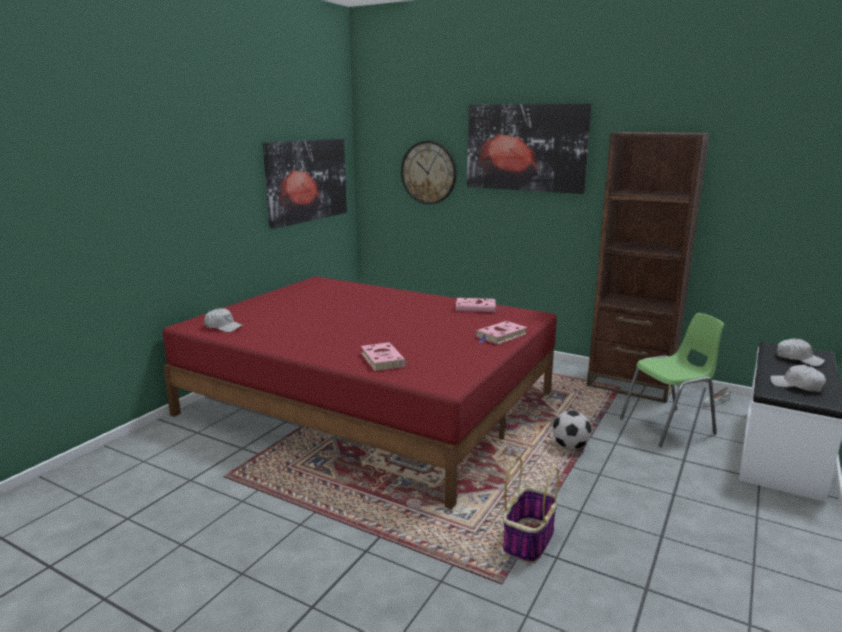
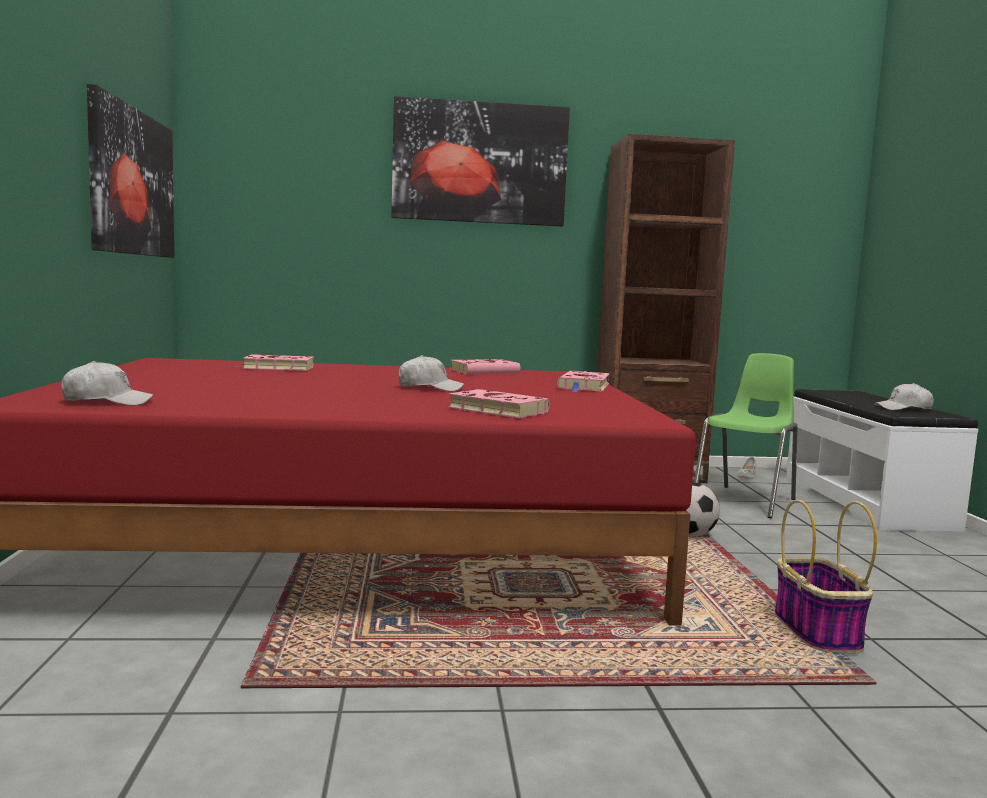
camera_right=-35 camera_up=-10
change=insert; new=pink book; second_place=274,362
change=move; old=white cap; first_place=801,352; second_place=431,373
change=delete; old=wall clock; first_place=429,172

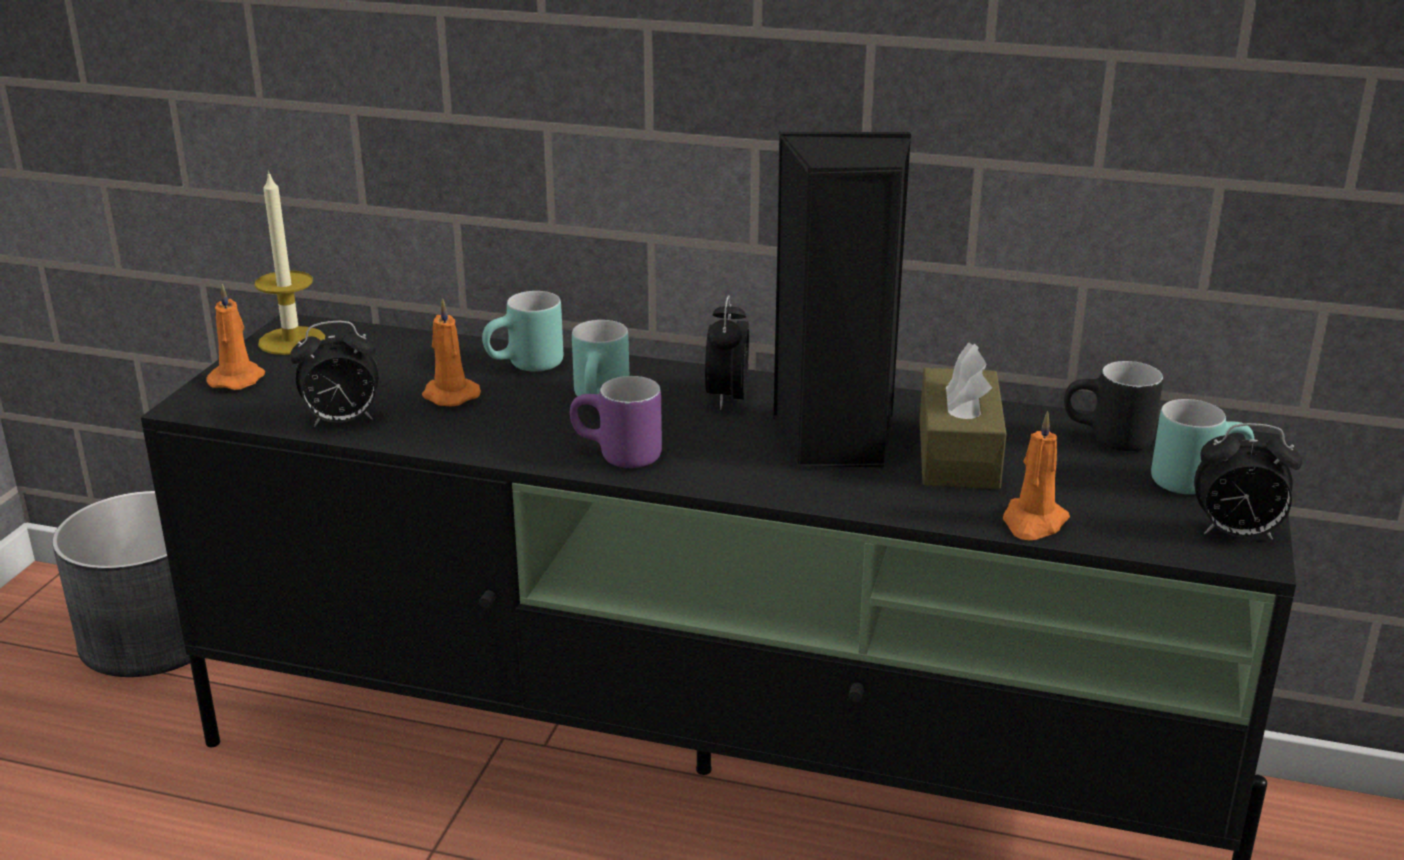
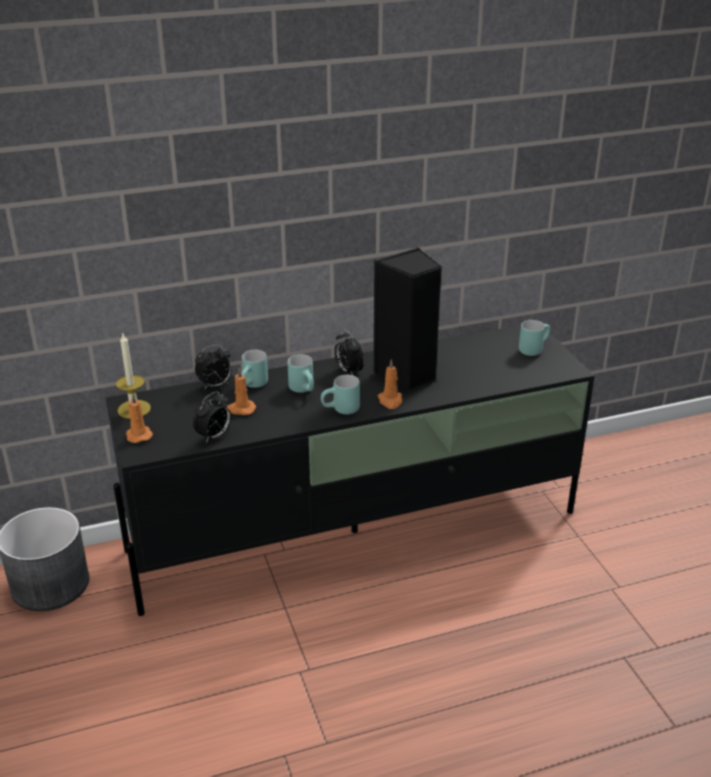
camera_right=-35 camera_up=5
change=move; old=alarm clock; first_place=1248,481; second_place=213,367
change=recolor; old=purple mug; new=turquoise mug; first_place=616,422; second_place=340,394
change=move; old=orange candle; first_place=1036,476; second_place=390,384
change=delete; old=brown tissue box; first_place=963,416
change=delete; old=black mug; first_place=1113,406

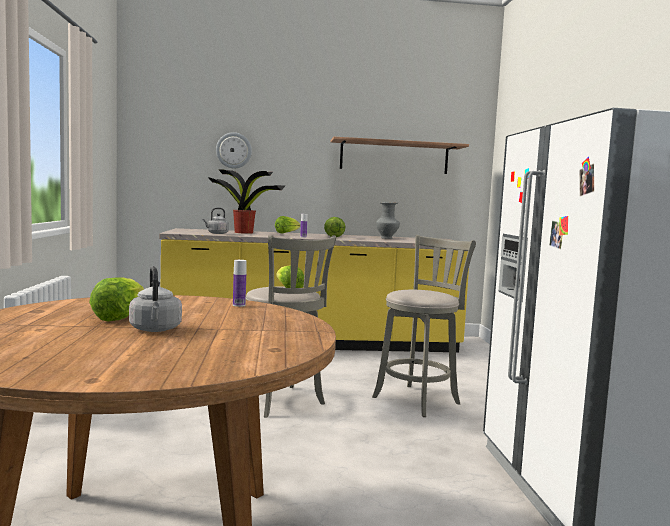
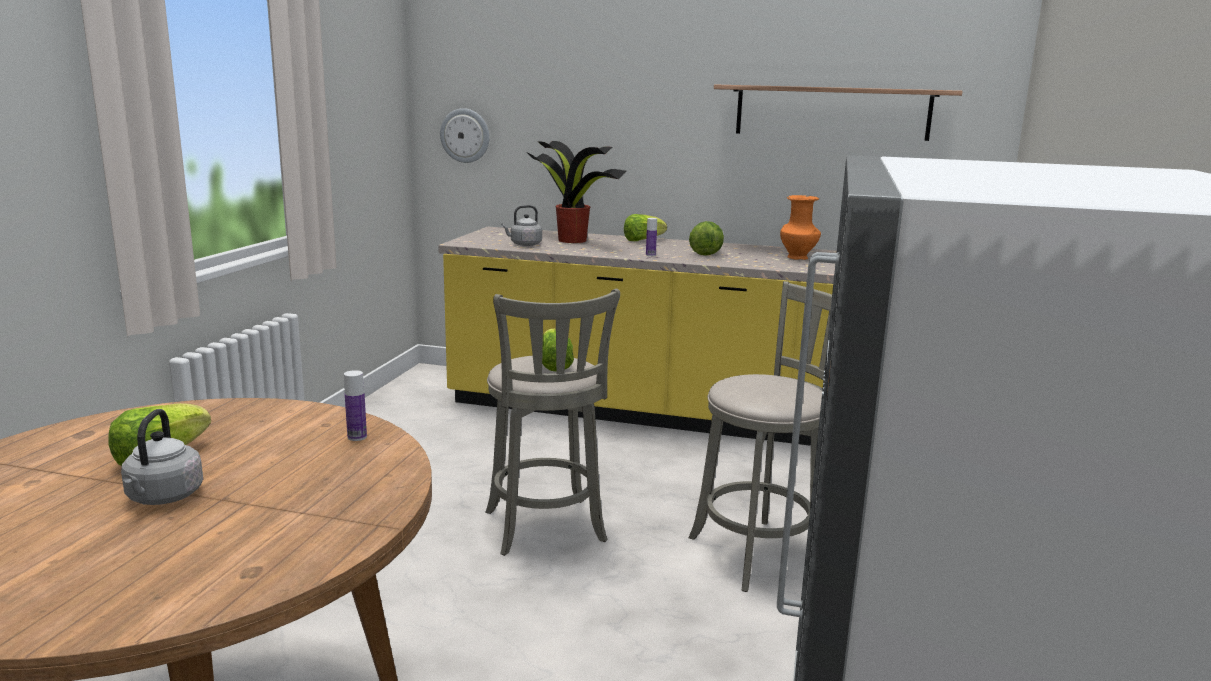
camera_right=20 camera_up=10
change=move; old=wall clock; first_place=234,150; second_place=464,135
change=recolor; old=grey vase; new=orange vase; first_place=388,220; second_place=800,227

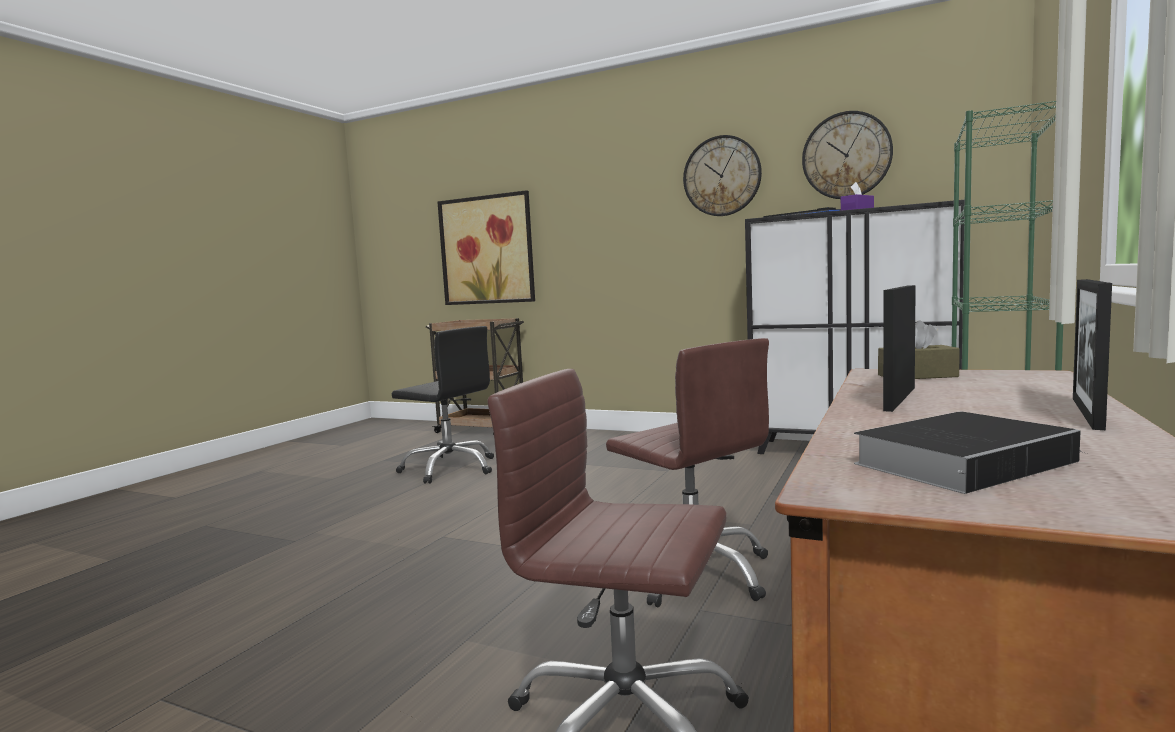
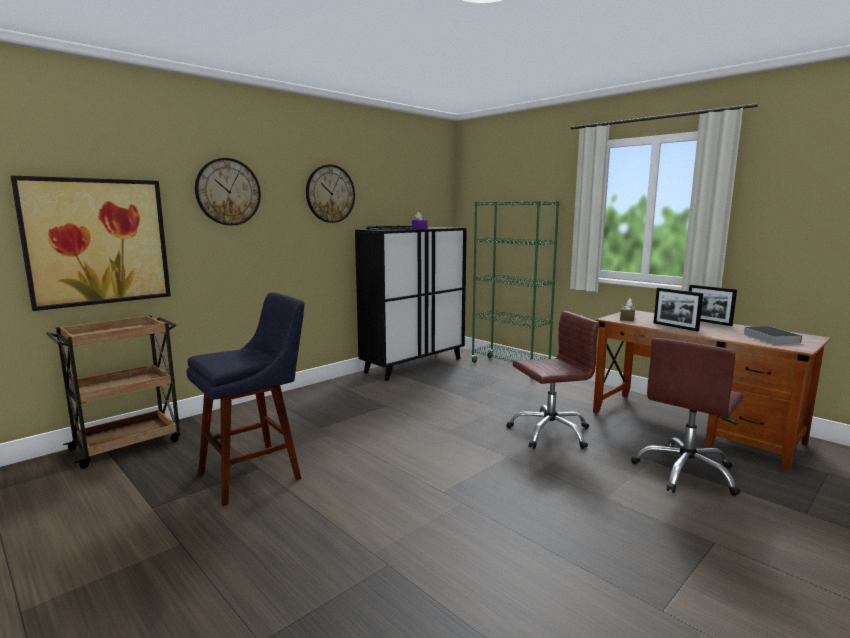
camera_right=-70 camera_up=5
change=replace; old=black office chair; new=blue stool; first_place=443,405; second_place=245,399
change=move; old=wall clock; first_place=847,155; second_place=228,192

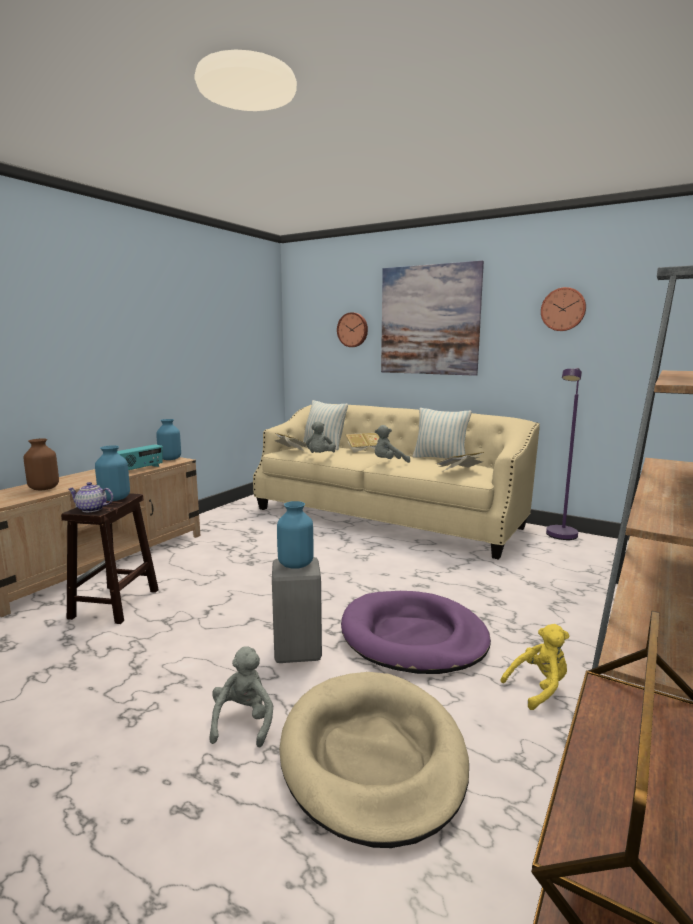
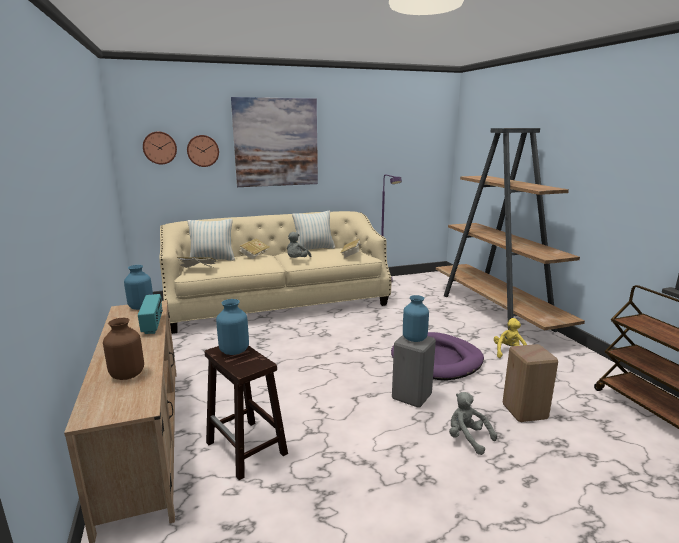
camera_right=-50 camera_up=5
change=move; old=wall clock; first_place=563,309; second_place=160,148
change=replace; old=beige dog bed; new=beige stool; first_place=374,760; second_place=530,383
change=delete; old=teapot; first_place=90,497
change=delete; old=grey plush toy; first_place=321,437

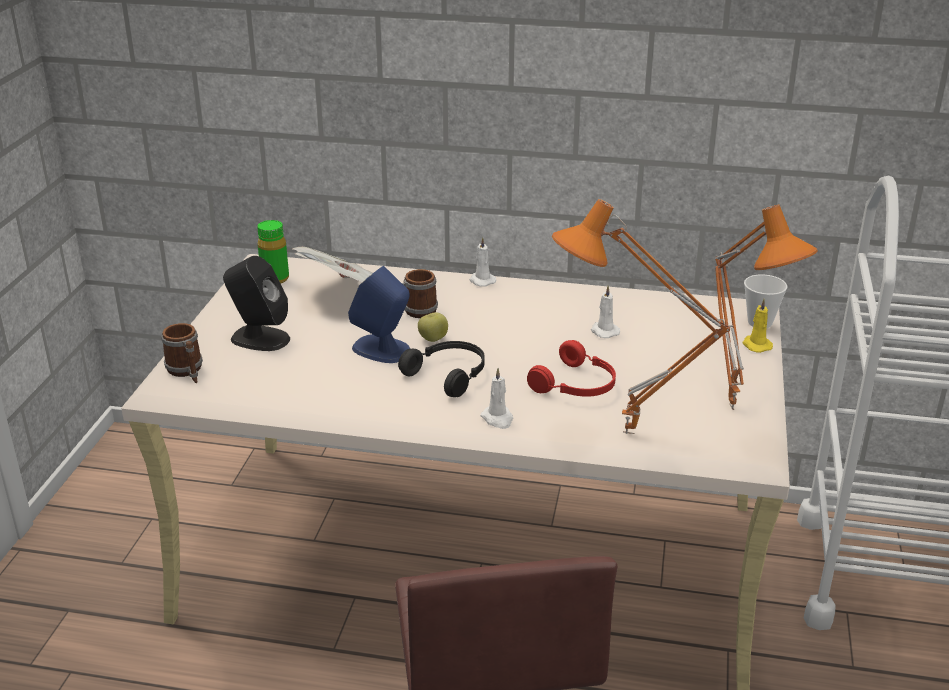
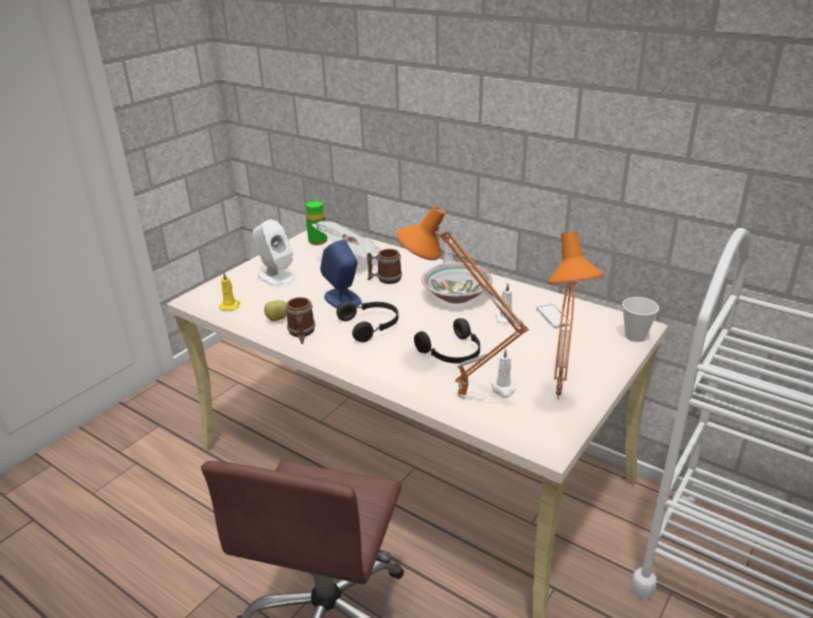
camera_right=25 camera_up=0
change=move; old=yellow candle; first_place=758,326; second_place=229,291
change=recolor; old=black speaker; new=white speaker; first_place=256,303; second_place=273,253
change=move; old=apple; first_place=433,327; second_place=275,311
change=move; old=mug; first_place=182,353; second_place=300,320
change=recolor; old=red headphones; new=black headphones; first_place=571,368; second_place=447,340
change=insert; new=bowl; second_place=456,282
change=move; old=white candle; first_place=497,398; second_place=503,373
change=insert; new=phone; second_place=553,316

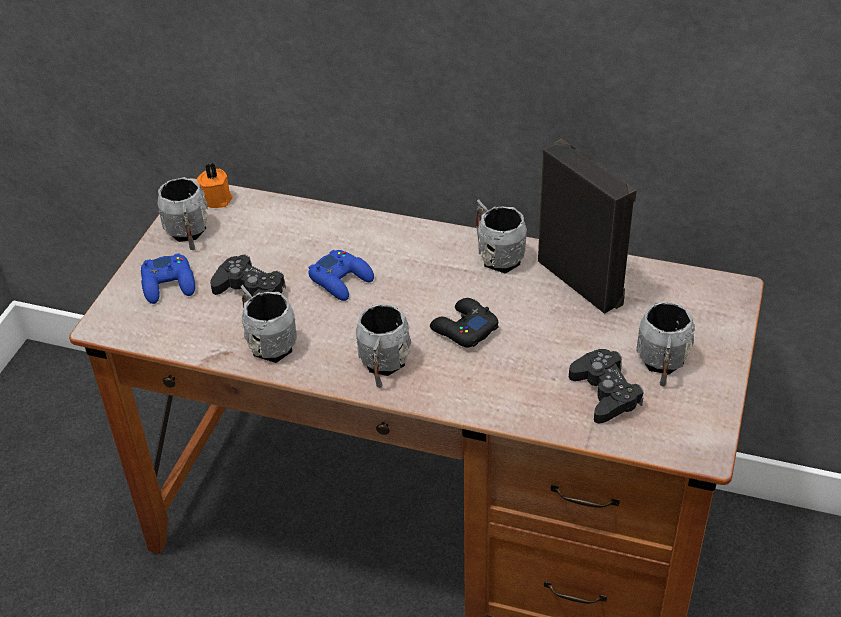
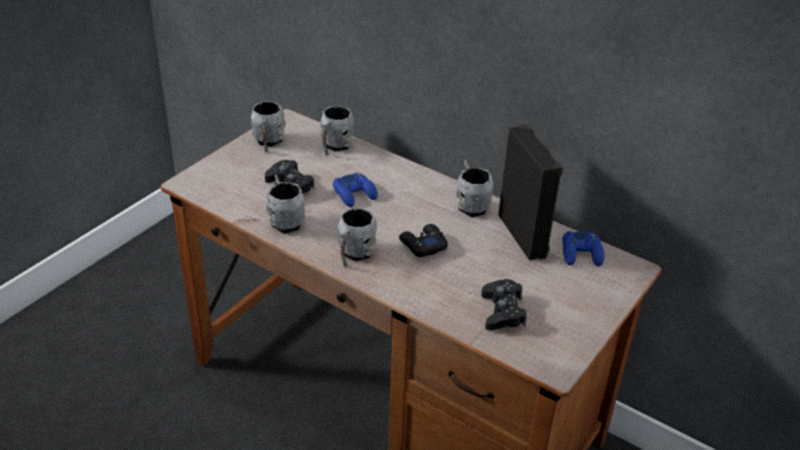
camera_right=15 camera_up=-5
change=move; old=grey mug; first_place=665,344; second_place=337,131
change=move; old=blue game controller; first_place=168,278; second_place=583,248
change=delete; old=orange candle; first_place=215,185

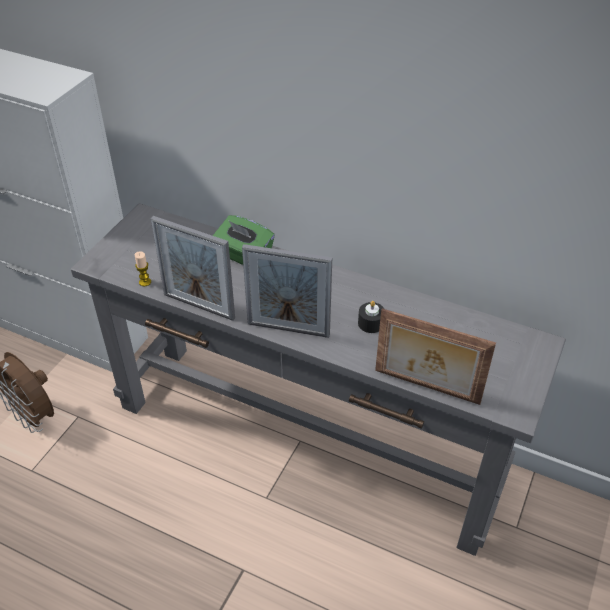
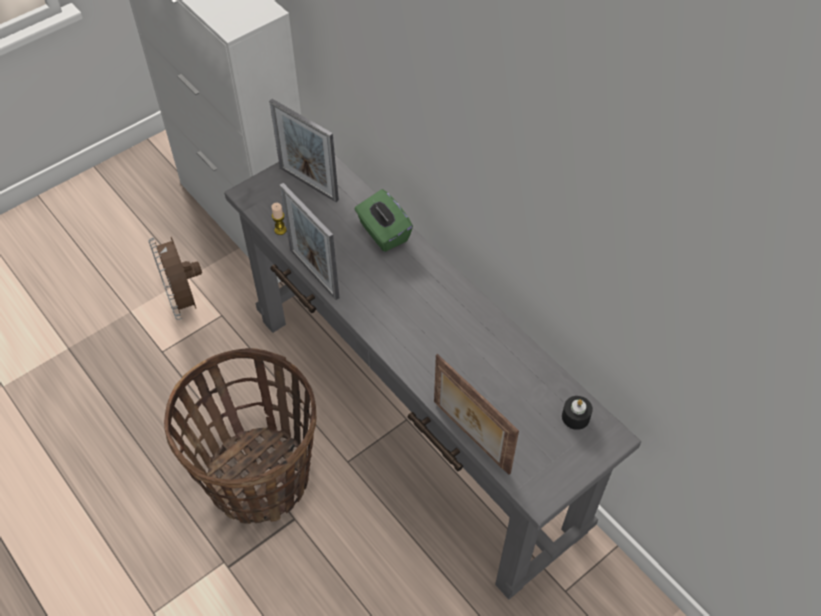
camera_right=25 camera_up=10
change=insert; new=basket; second_place=240,436
change=move; old=picture frame; first_place=287,291; second_place=304,150
change=move; old=black candle; first_place=371,317; second_place=577,413

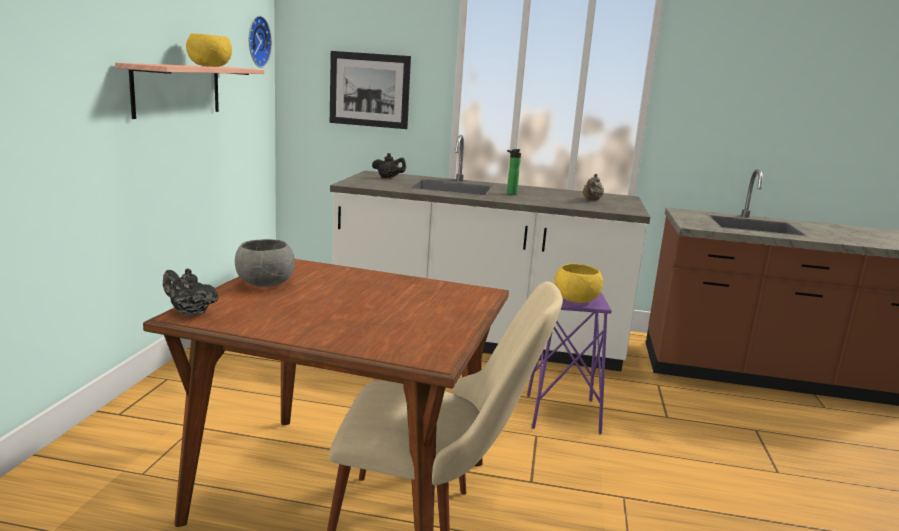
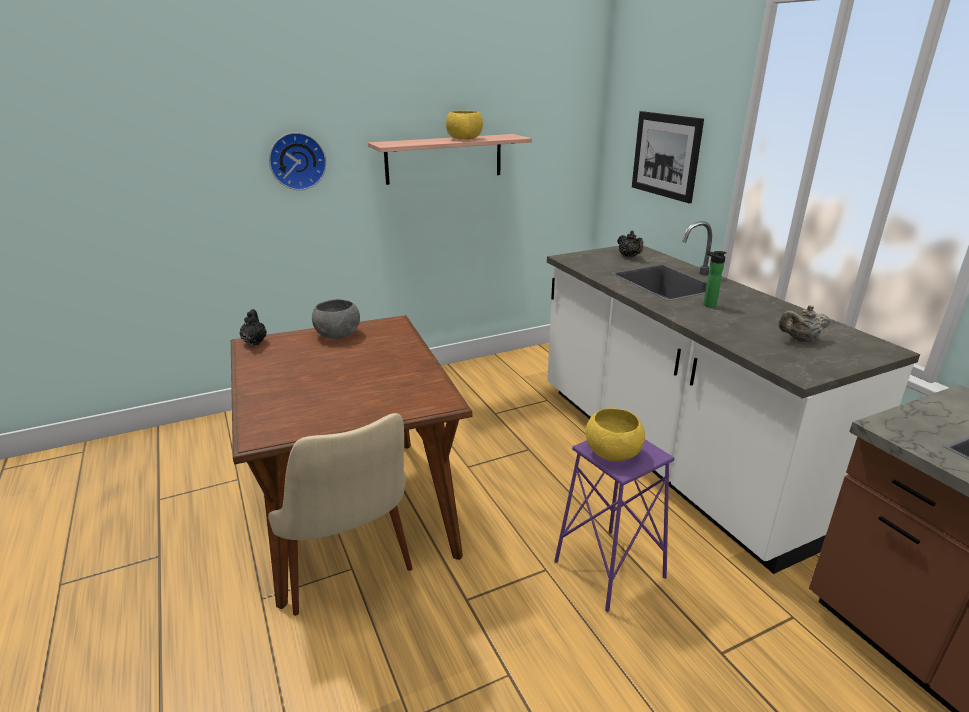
camera_right=55 camera_up=10
change=move; old=wall clock; first_place=260,42; second_place=297,161

